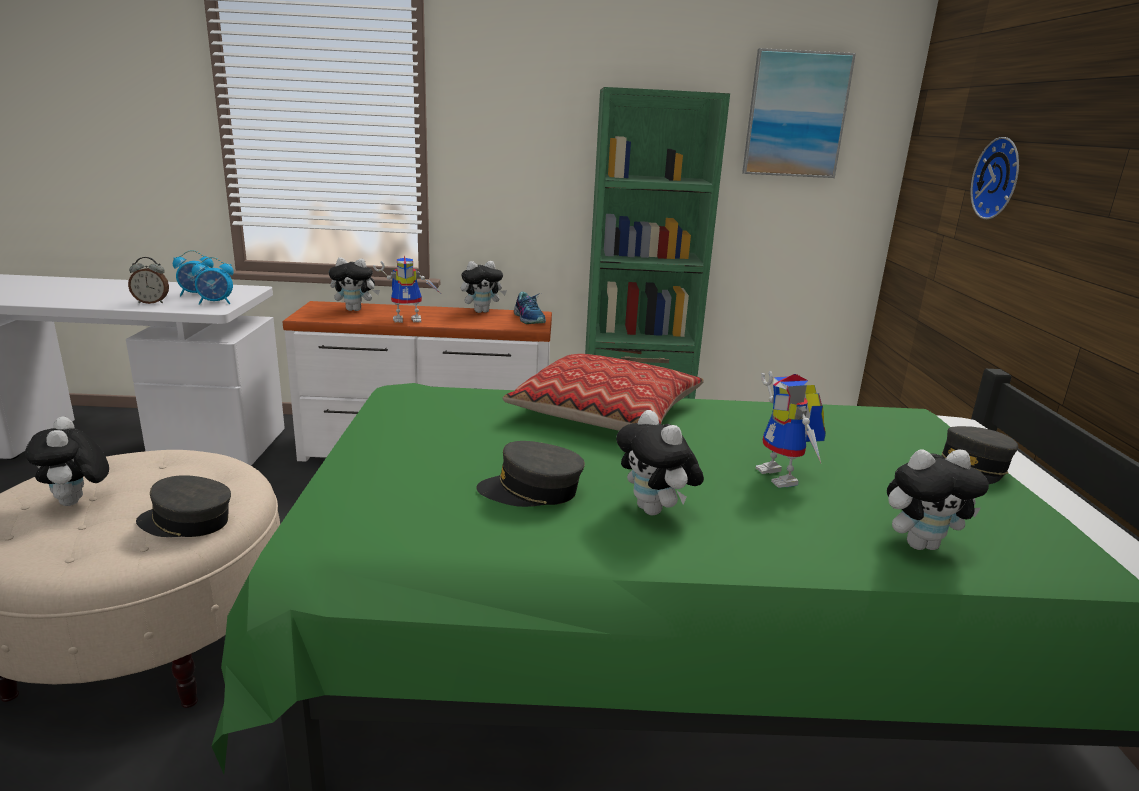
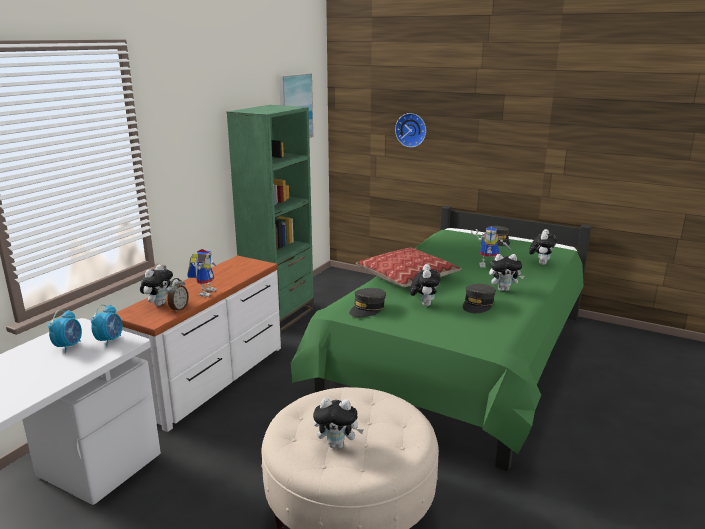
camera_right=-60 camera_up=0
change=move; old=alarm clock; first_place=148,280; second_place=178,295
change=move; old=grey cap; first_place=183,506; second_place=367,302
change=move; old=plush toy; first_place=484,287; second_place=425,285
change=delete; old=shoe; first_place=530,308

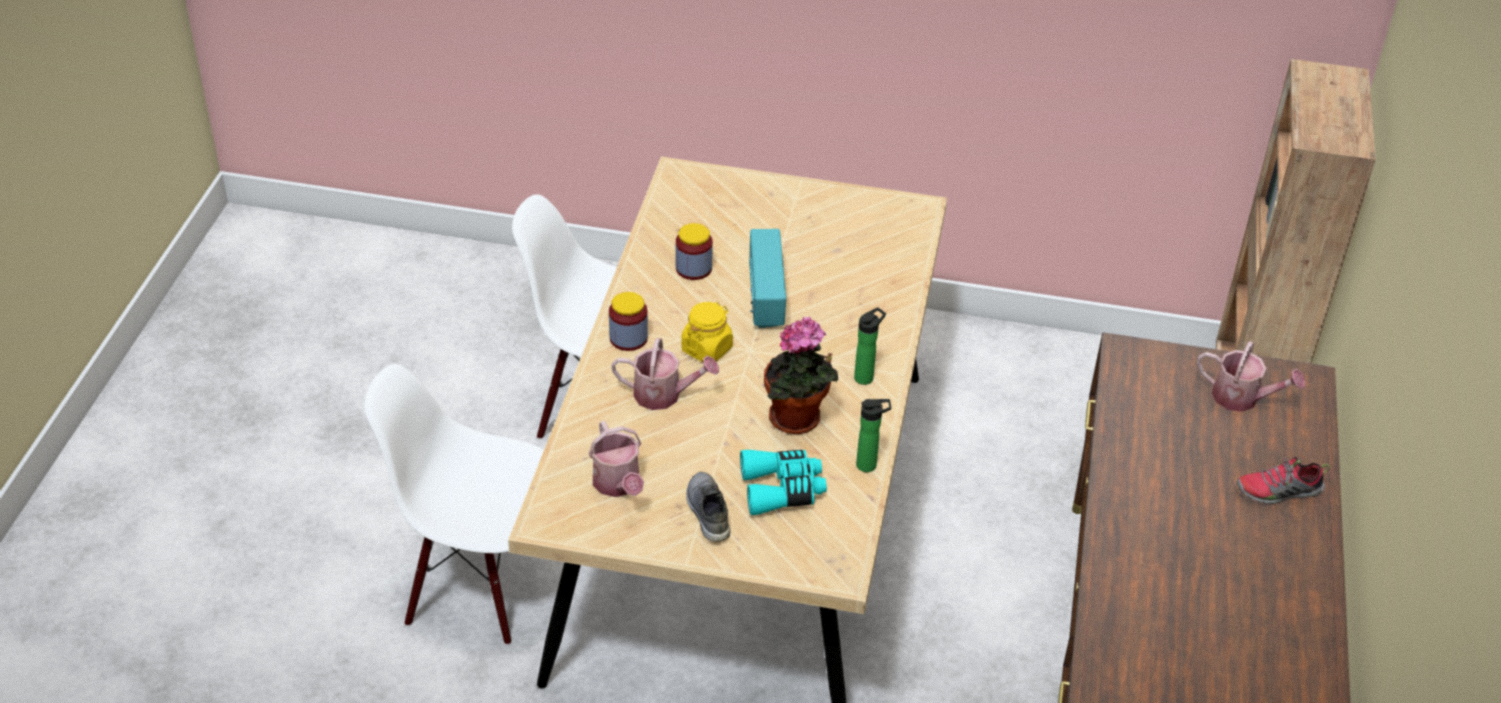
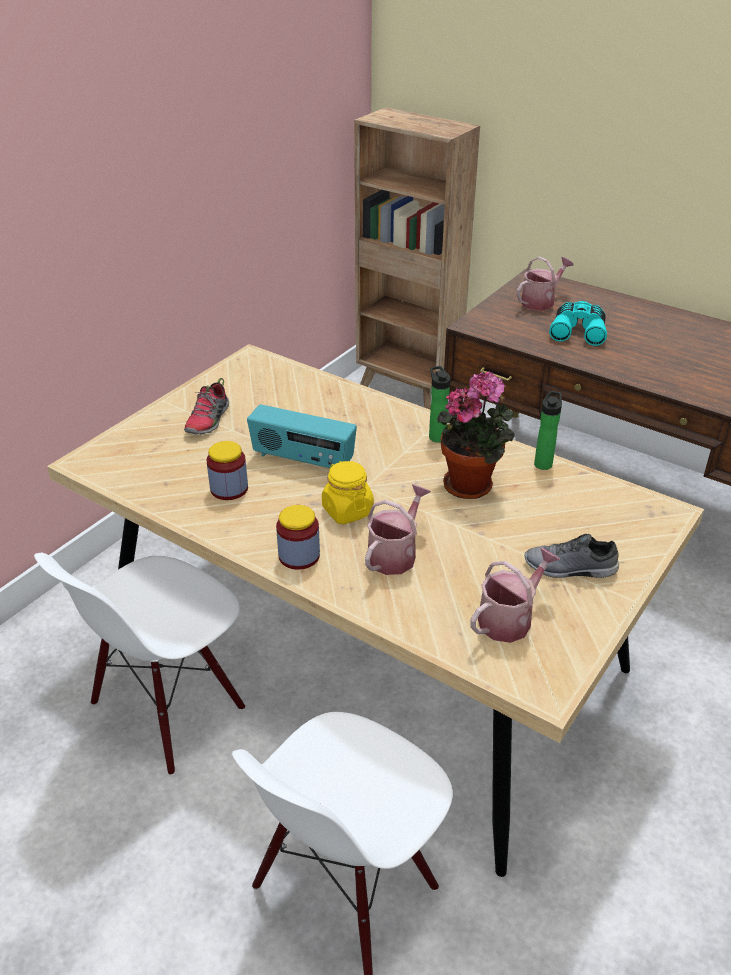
camera_right=-65 camera_up=-5
change=move; old=shoe; first_place=1283,480; second_place=206,406
change=rotate; old=watering can; first_place=616,459; second_place=515,595; degrees=-45
change=move; old=turquoise binoculars; first_place=783,482; second_place=578,323

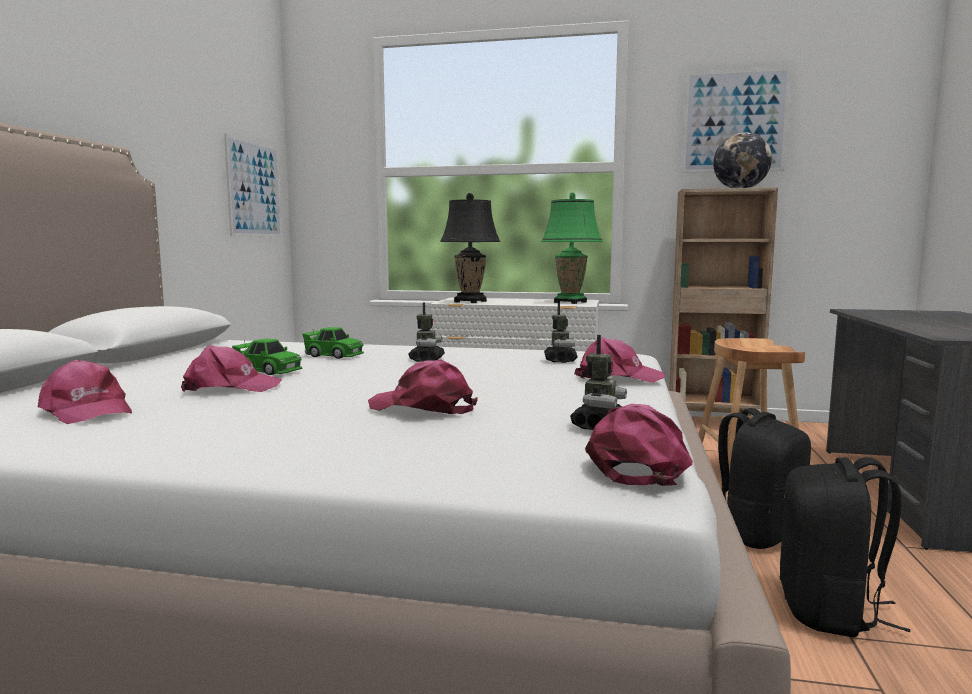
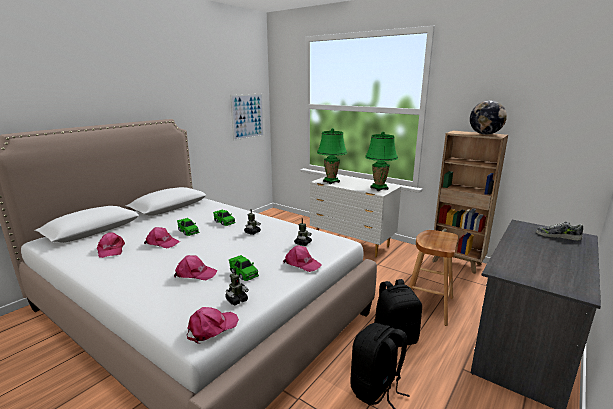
camera_right=25 camera_up=10
change=rotate; old=pink cap; first_place=422,386; second_place=196,267; degrees=135
change=insert; new=green toy car; second_place=244,268
change=recolor; old=black table lamp; new=green table lamp; first_place=470,248; second_place=332,156
change=insert; new=shoe; second_place=559,231
change=delete; old=picture; first_place=736,120

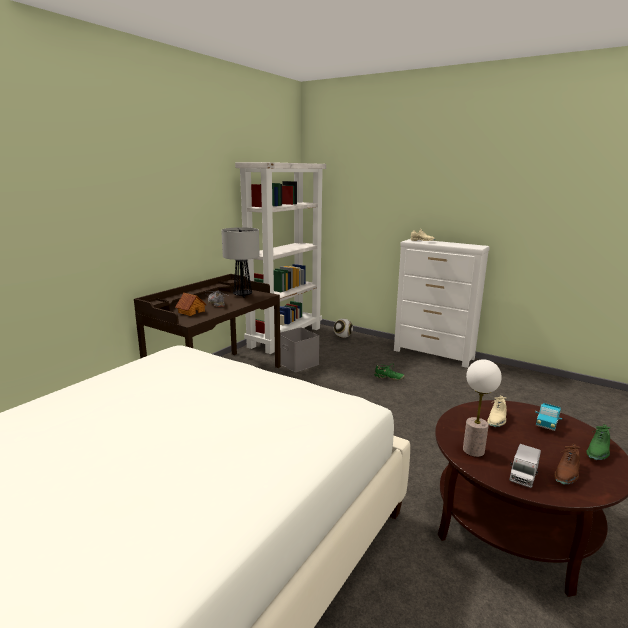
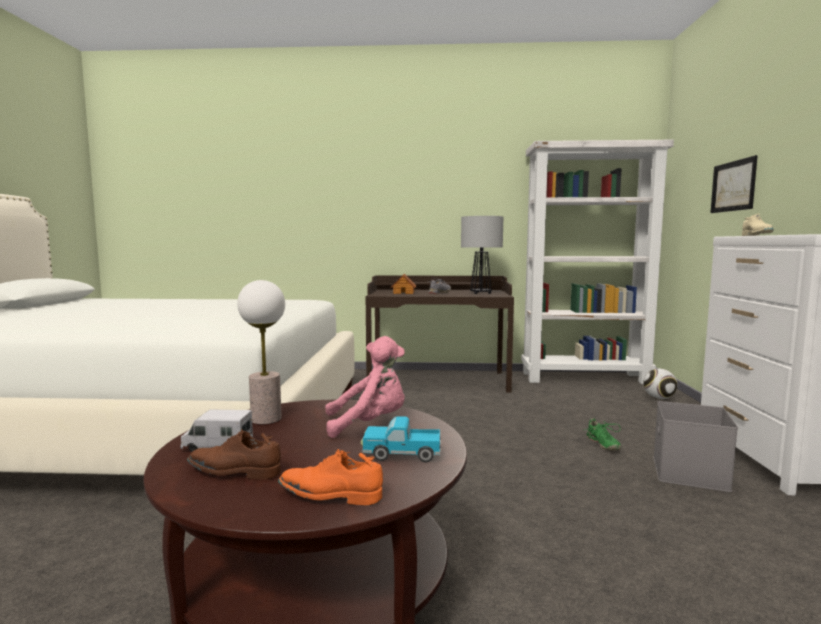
camera_right=60 camera_up=-10
change=recolor; old=green shoe; new=orange shoe; first_place=598,442; second_place=330,477
change=replace; old=beige shoe; new=pink plush toy; first_place=496,411; second_place=365,387
change=move; old=grey storage box; first_place=299,349; second_place=695,446
change=insert; new=picture; second_place=734,184

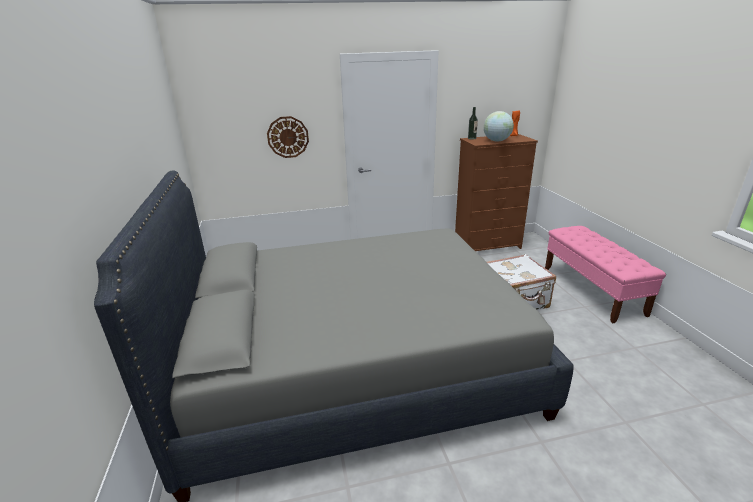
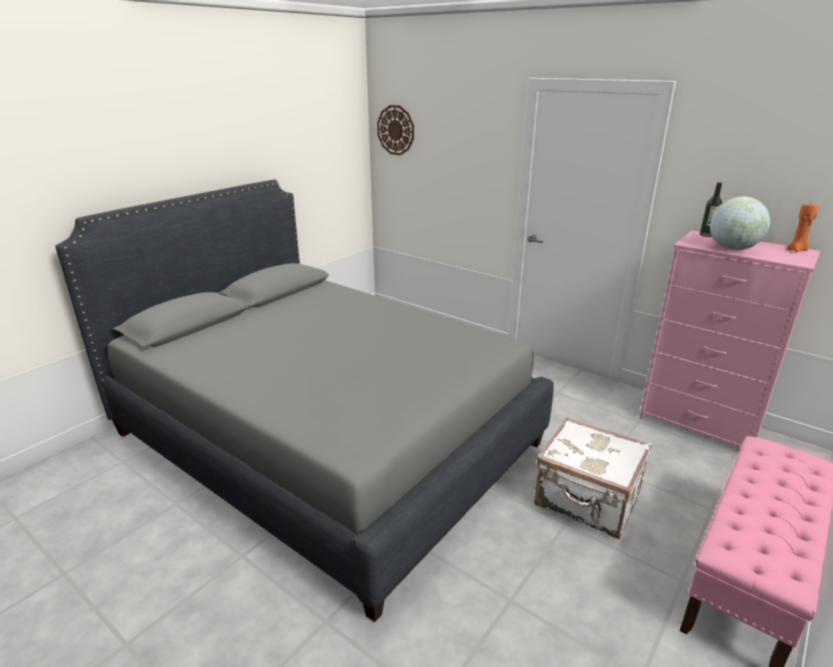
camera_right=50 camera_up=0
change=move; old=wall clock; first_place=288,137; second_place=395,130
change=recolor; old=brown dresser; new=pink dresser; first_place=496,192; second_place=729,339

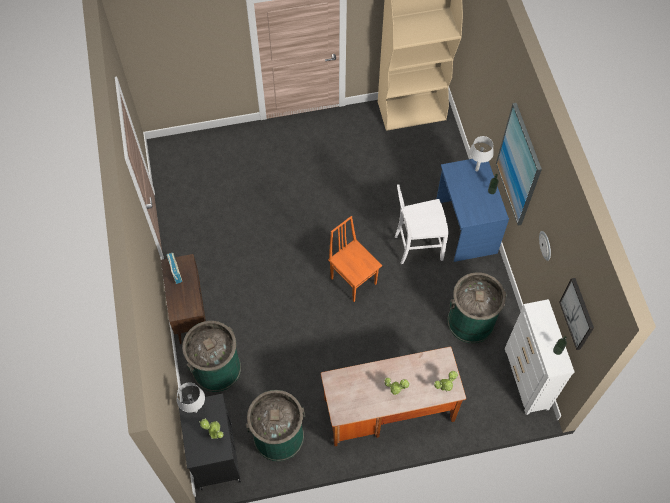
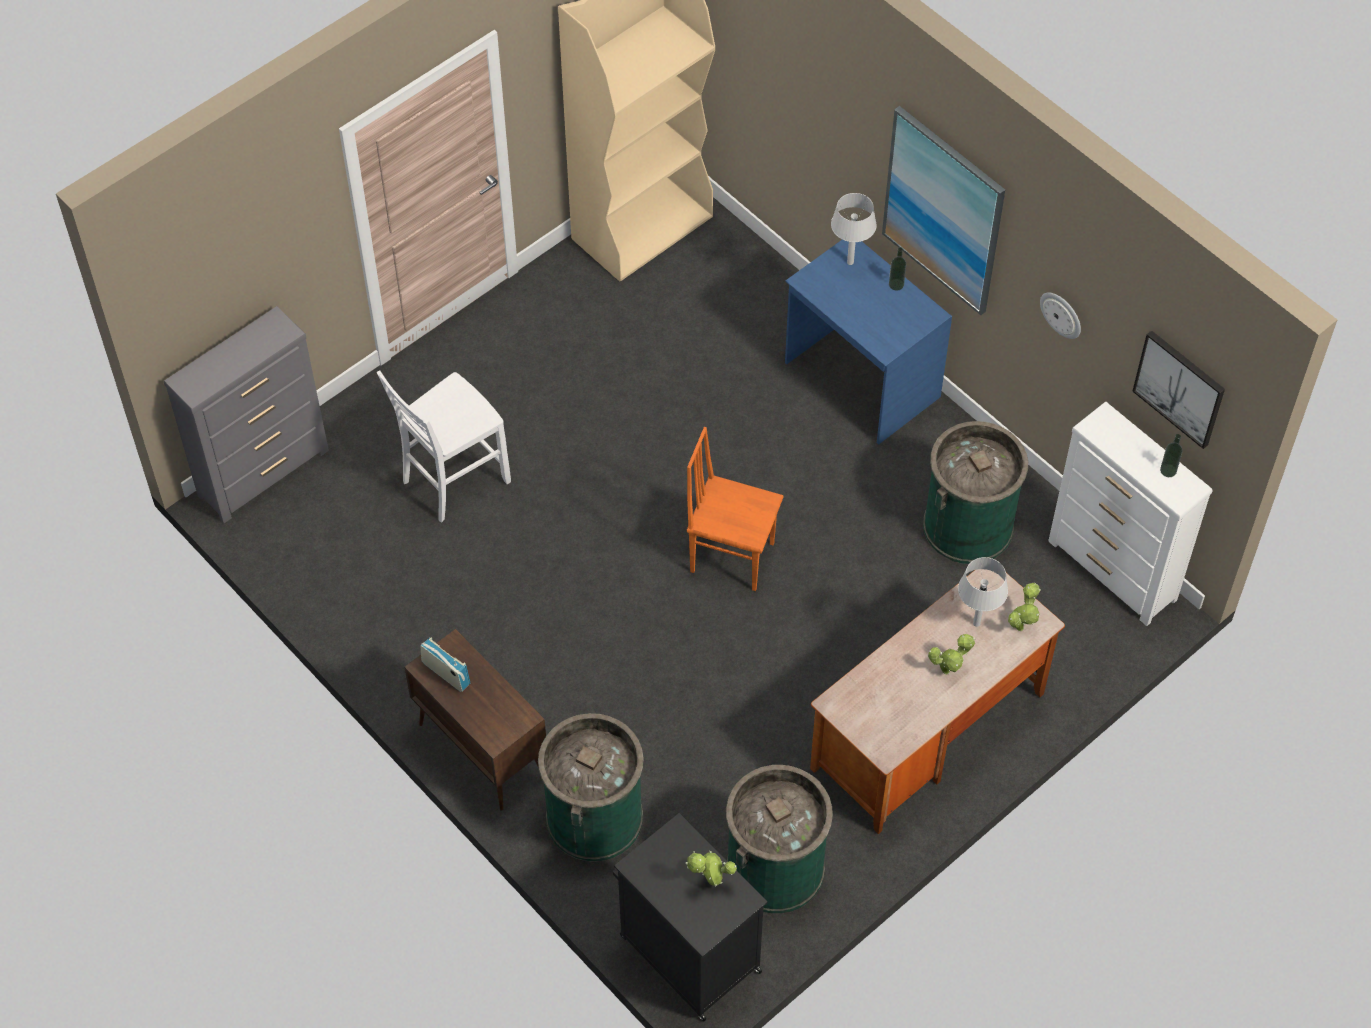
camera_right=-30 camera_up=-5
change=insert; new=grey dresser; second_place=246,414
change=move; old=white chair; first_place=422,224; second_place=444,446
change=move; old=grey table lamp; first_place=191,397; second_place=983,592

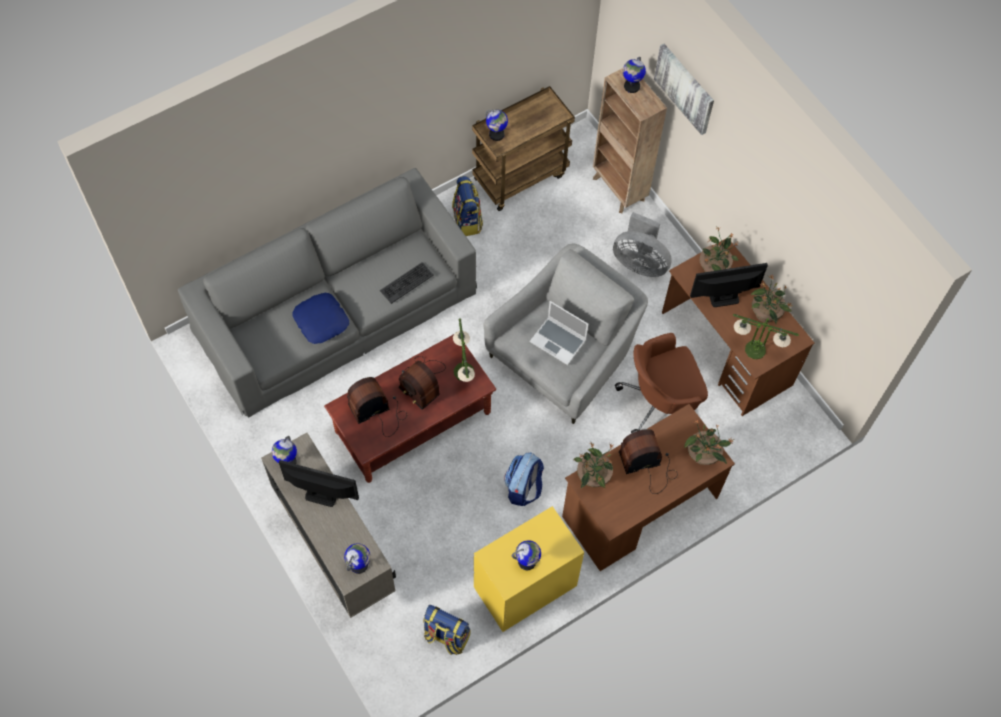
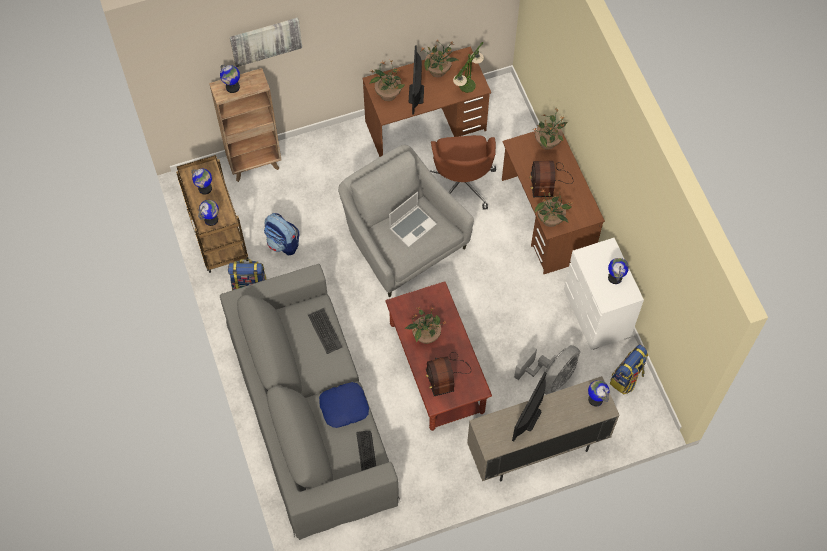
camera_right=-75 camera_up=0
change=move; old=globe; first_place=284,450; second_place=201,181
change=move; old=backpack; first_place=524,479; second_place=281,234
change=insert; new=keyboard; second_place=366,451
change=replace; old=radio; new=potted plant; first_place=422,383; second_place=425,326
change=move; old=grey fan; first_place=642,244; second_place=547,369
change=recolor; old=yellow dresser; new=white dresser; first_place=529,569; second_place=604,294
change=delete; old=table lamp; first_place=464,350

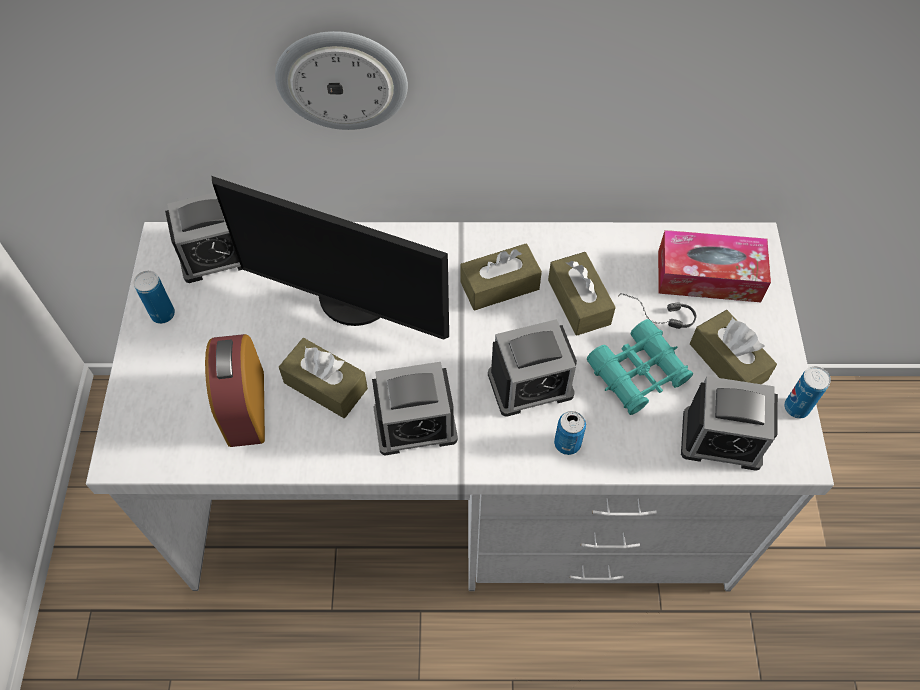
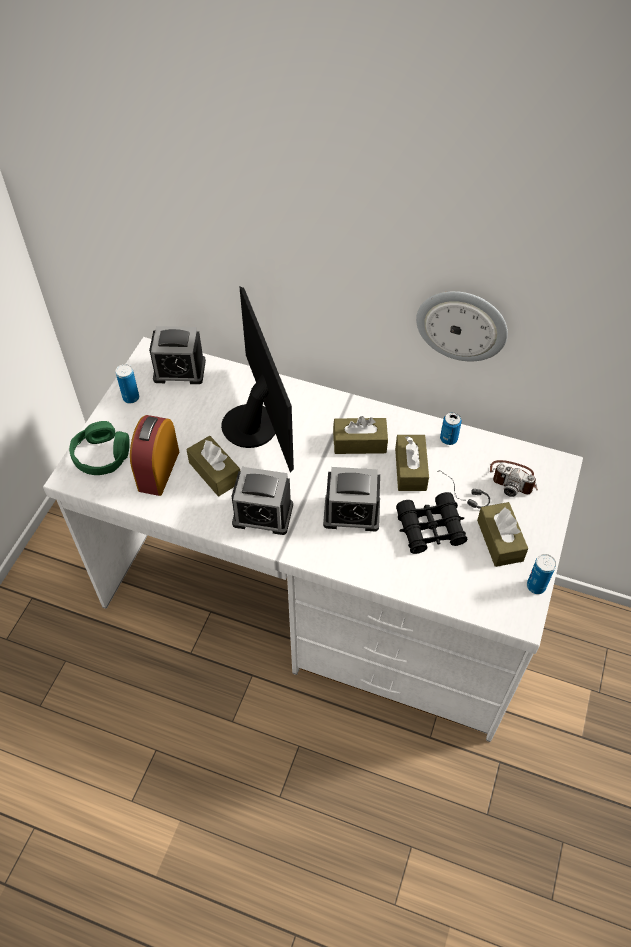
camera_right=20 camera_up=-5
change=insert; new=green headphones; second_place=99,448
change=rotate; old=monitor; first_place=330,258; second_place=257,379; degrees=-150
change=recolor; old=turquoise binoculars; new=black binoculars; first_place=640,367; second_place=432,523
change=move; old=wall clock; first_place=341,80; second_place=462,326
change=move; old=can; first_place=570,433; second_place=451,428
change=replace; old=tissue box; new=photo camera; first_place=714,266; second_place=513,478
change=delete; old=alarm clock; first_place=729,423

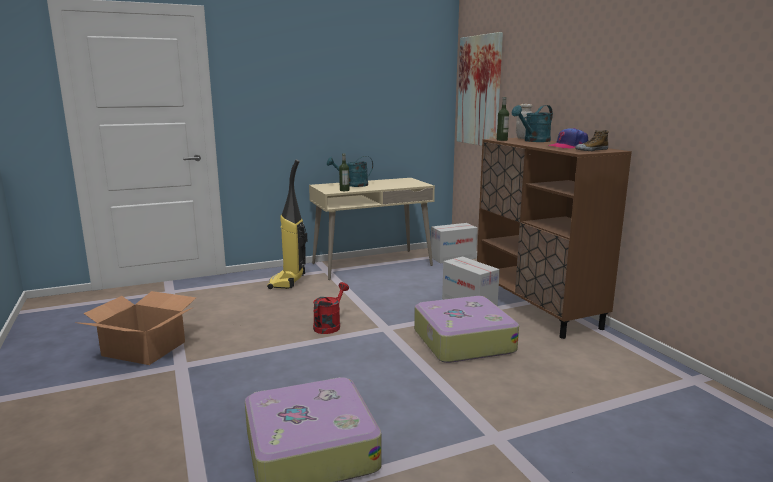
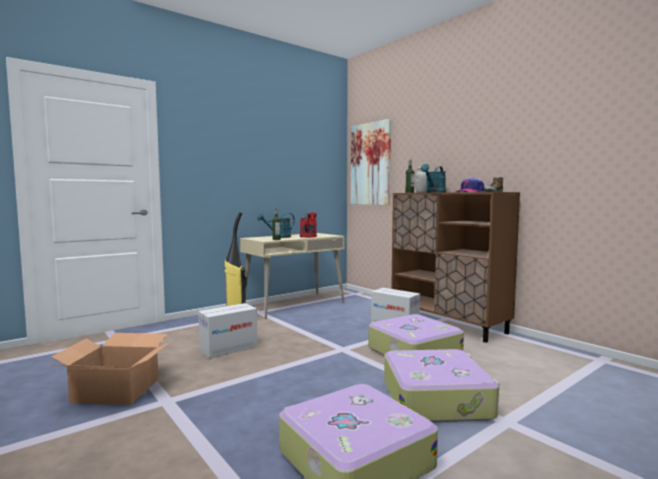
camera_right=-15 camera_up=-10
change=move; old=cardboard box; first_place=454,243; second_place=228,330
change=move; old=red watering can; first_place=331,308; second_place=308,225
change=insert; new=suitcase; second_place=441,385

